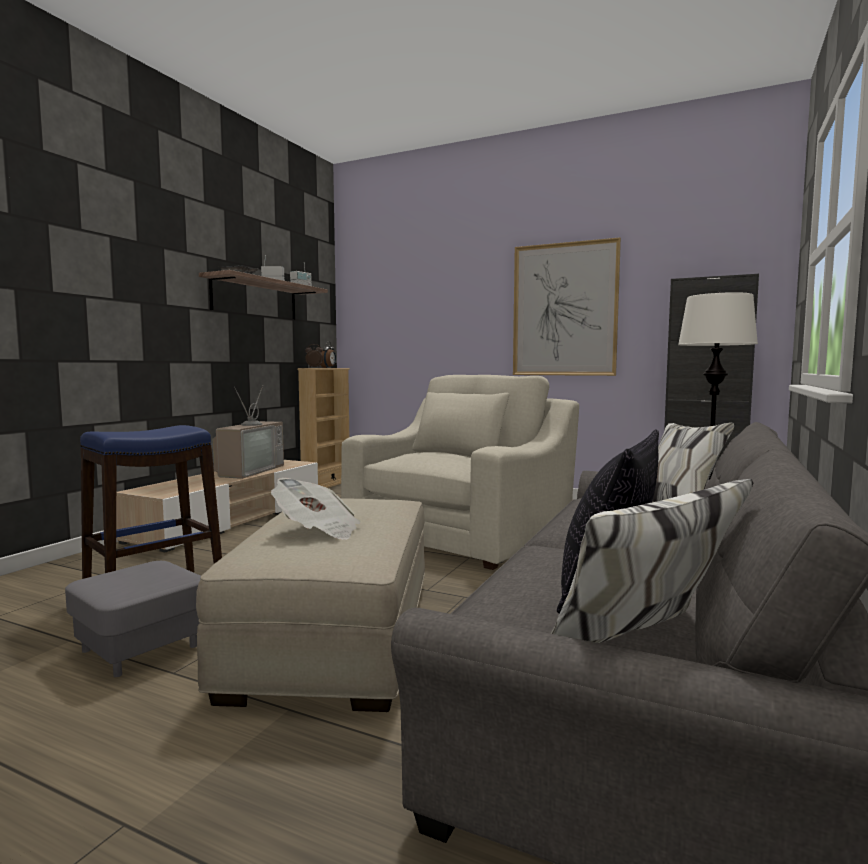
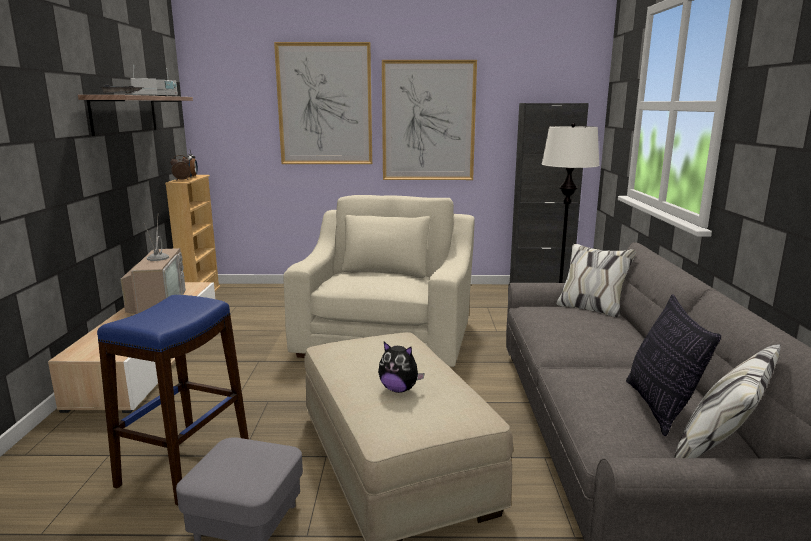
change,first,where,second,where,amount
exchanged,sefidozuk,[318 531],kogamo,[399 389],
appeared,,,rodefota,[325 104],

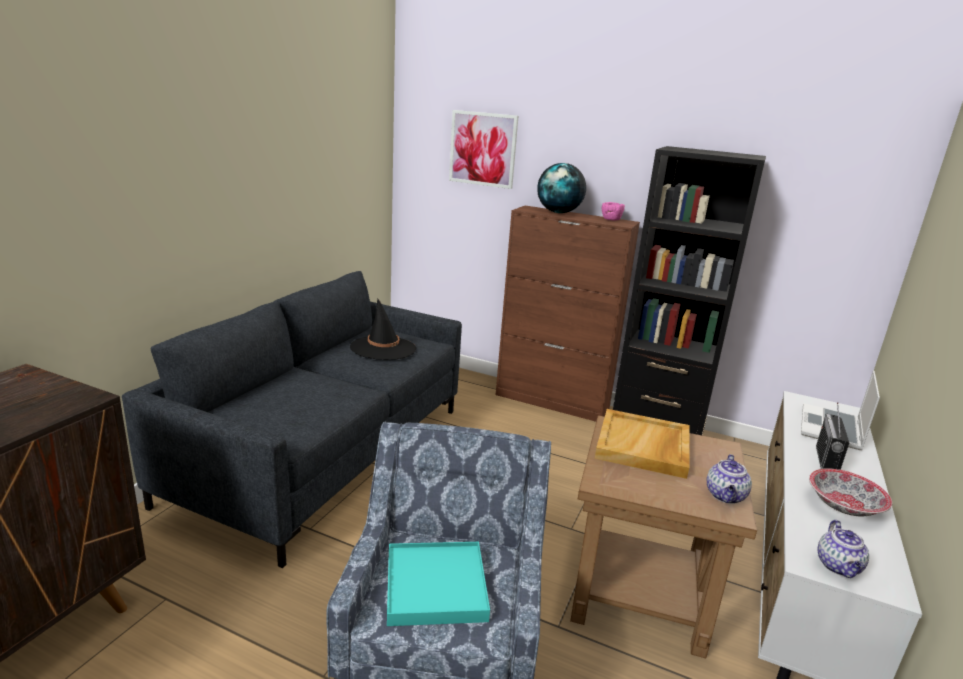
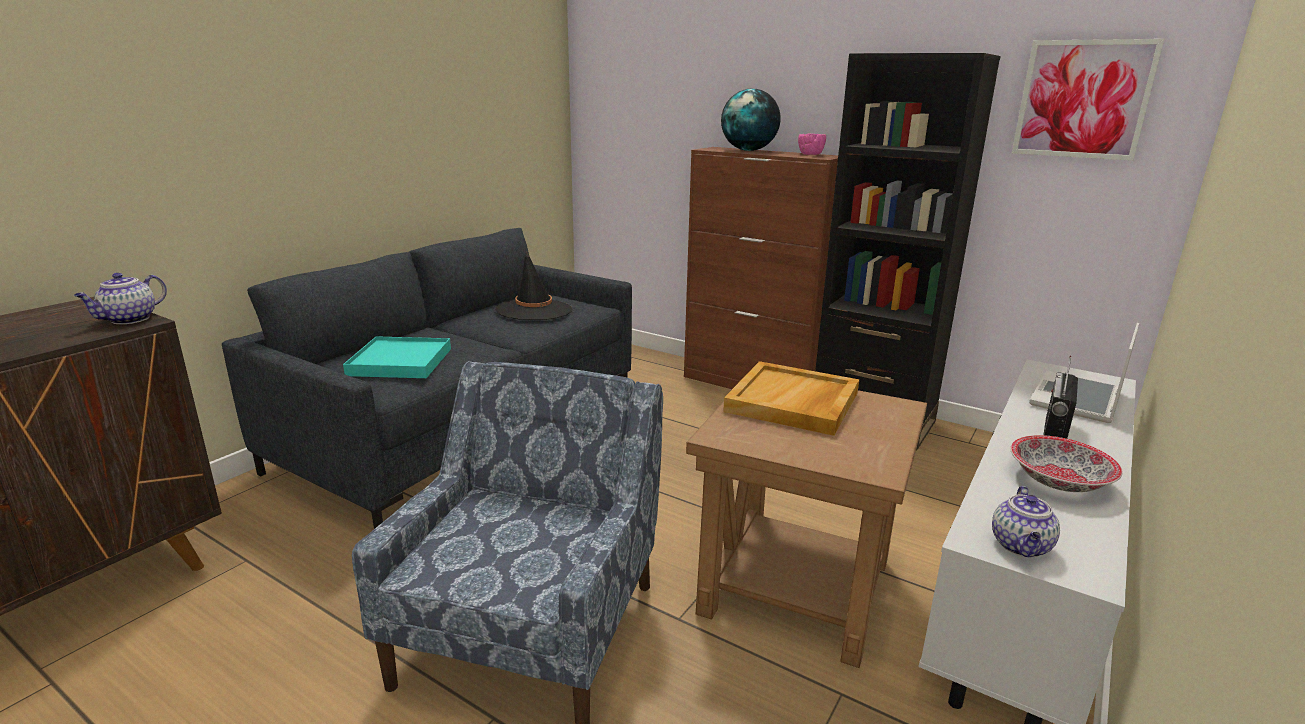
change,first,where,second,where,amount
relocated,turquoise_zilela,[436 586],,[400 362],
relocated,rodefota,[483 149],,[1083 99],
relocated,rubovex,[726 496],,[129 320],

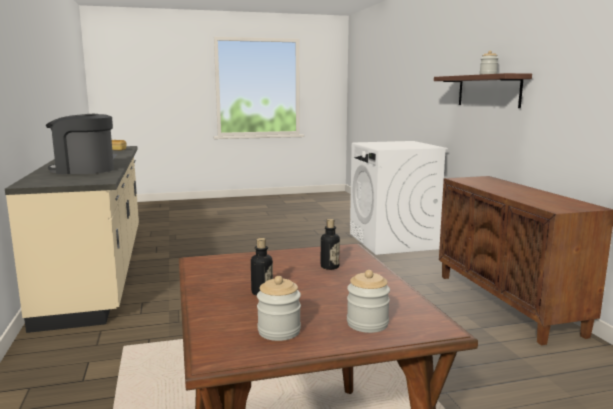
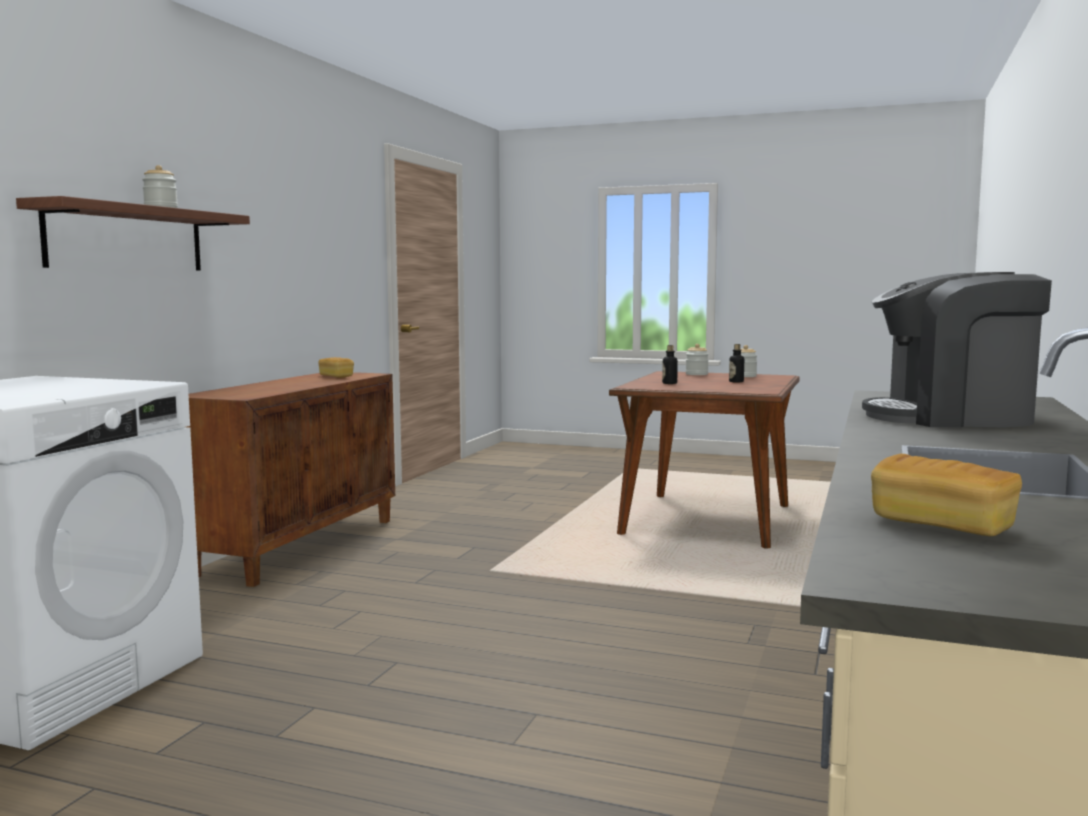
change,first,where,second,where,amount
spun,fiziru,[84 170],,[952 417],150 degrees clockwise
appeared,,,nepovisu,[336 376],

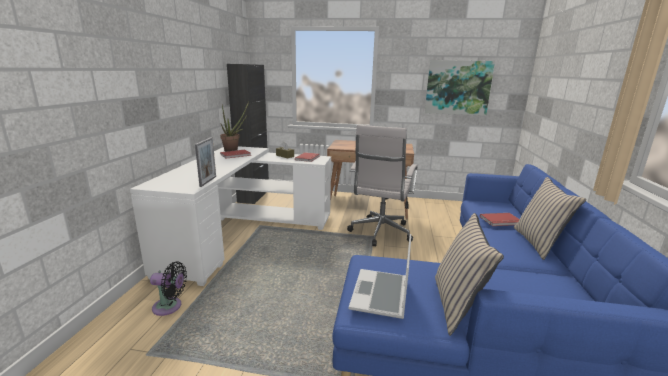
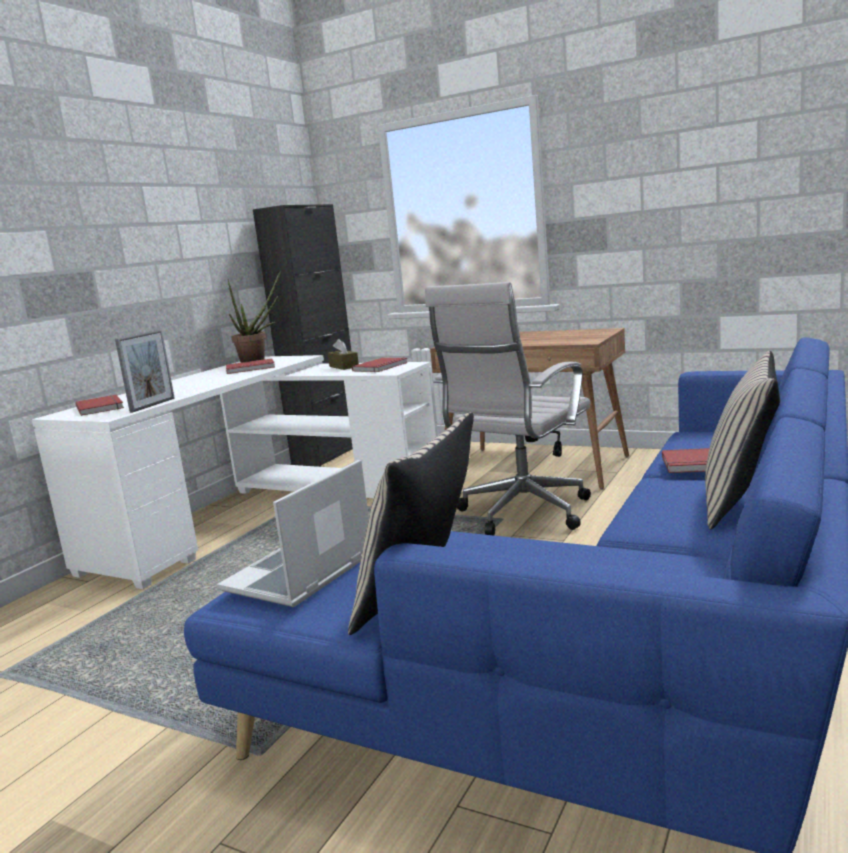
change,first,where,second,where,amount
missing,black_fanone,[170 307],,,
missing,rodefota,[458 87],,,
appeared,,,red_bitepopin,[101 407],

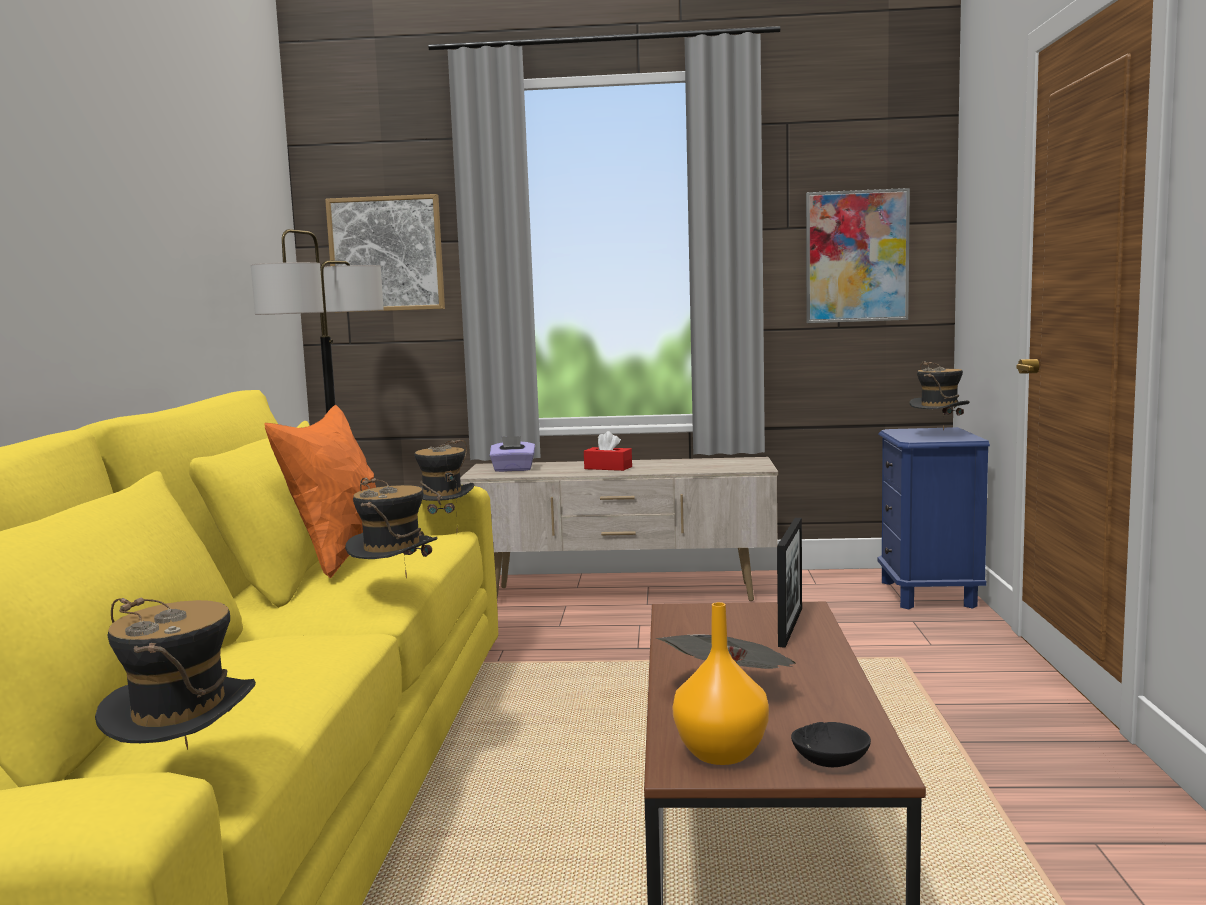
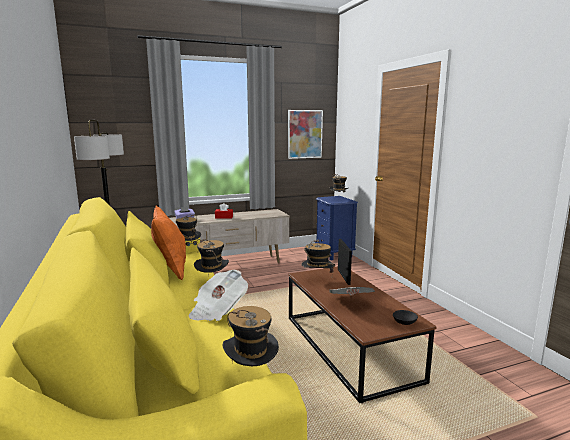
change,first,where,second,where,amount
missing,rodefota,[386 254],,,
missing,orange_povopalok,[719 753],,,
appeared,,,sefidozuk,[217 310],
appeared,,,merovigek,[317 279],

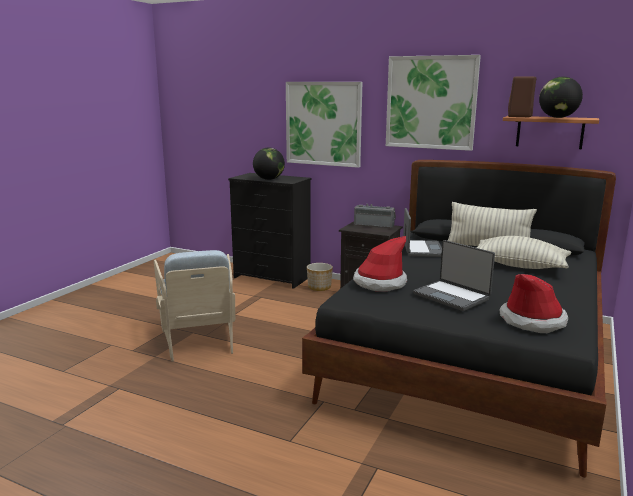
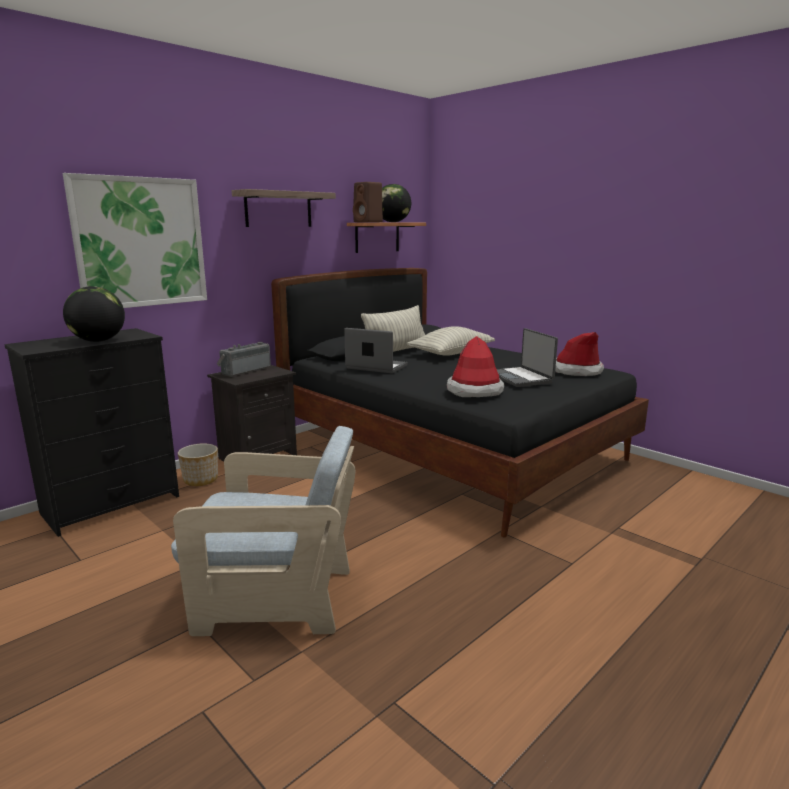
change,first,where,second,where,amount
exchanged,rodefota,[431 102],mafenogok,[278 209],
spun,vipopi,[452 296],,[520 378],90 degrees clockwise

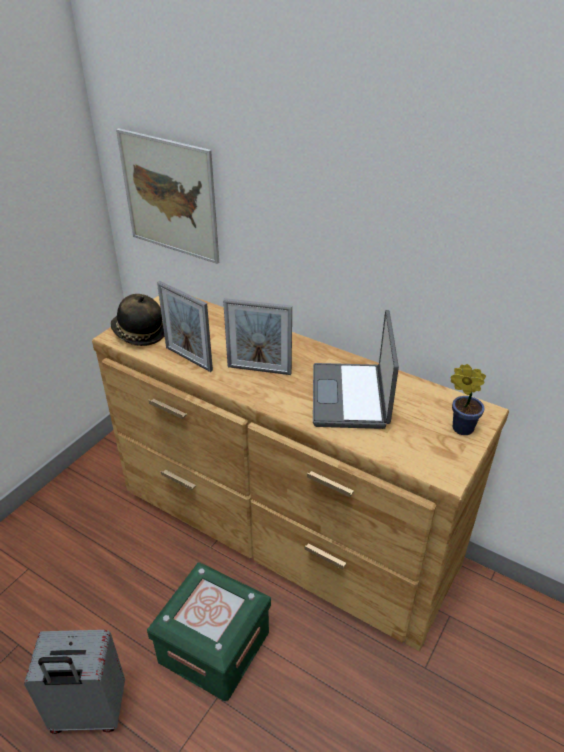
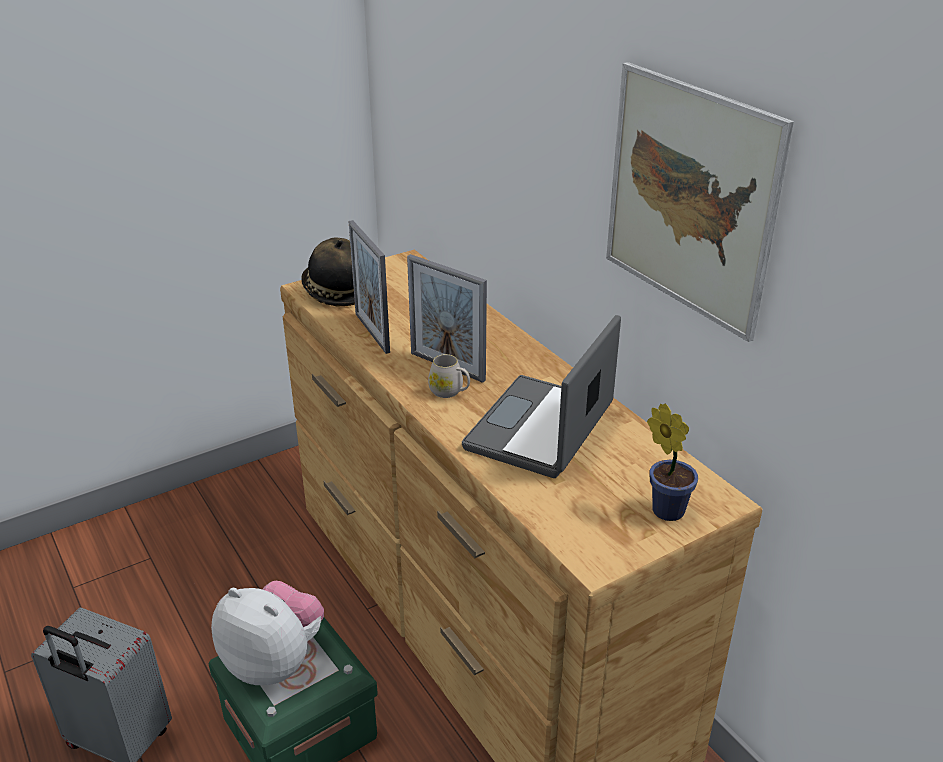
change,first,where,second,where,amount
relocated,rodefota,[169 196],,[689 198],
appeared,,,kogamo,[275 661],
appeared,,,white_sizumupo,[450 392],

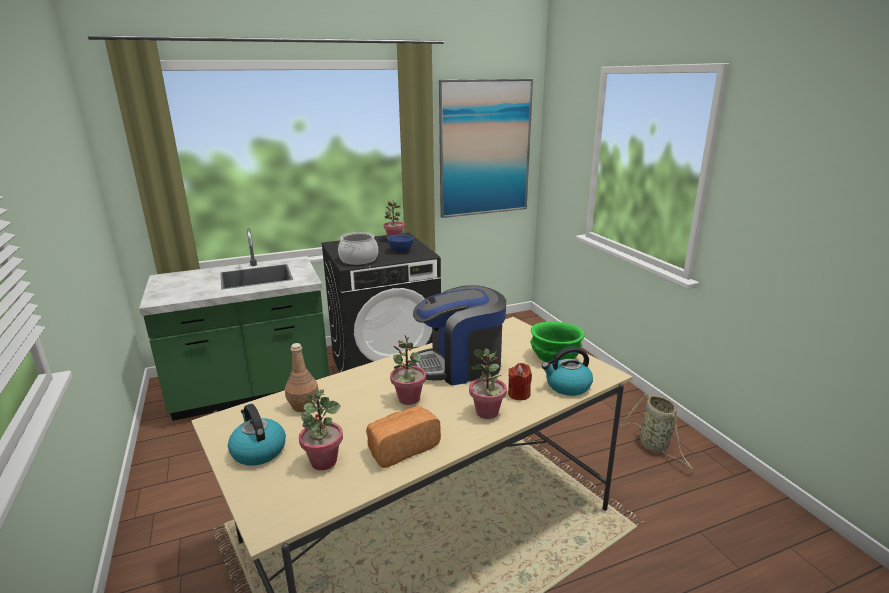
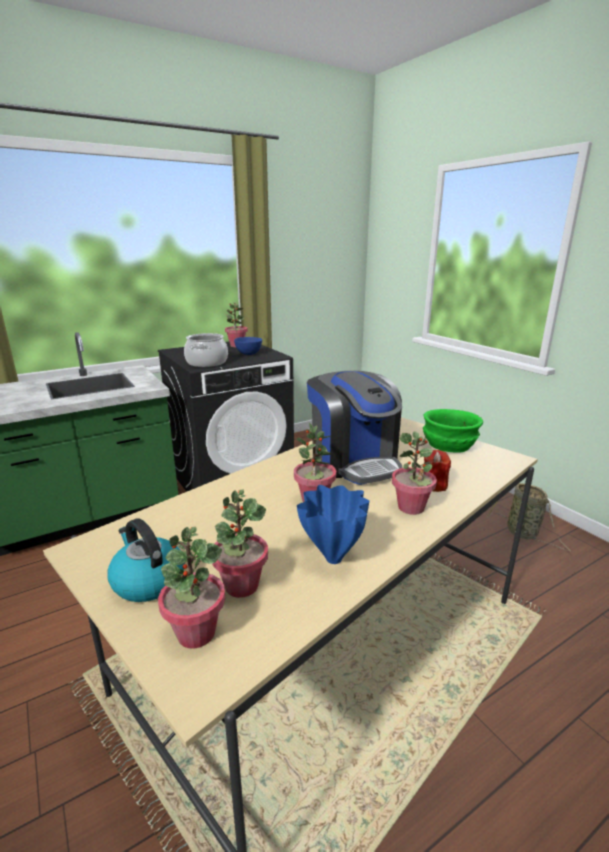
change,first,where,second,where,amount
missing,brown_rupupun,[303 405],,,
exchanged,nepovisu,[401 448],blue_povopalok,[333 558],
spun,fiziru,[460 365],,[354 461],90 degrees counterclockwise
missing,rodefota,[485 148],,,
missing,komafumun,[567 386],,,
appeared,,,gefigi,[196 633],

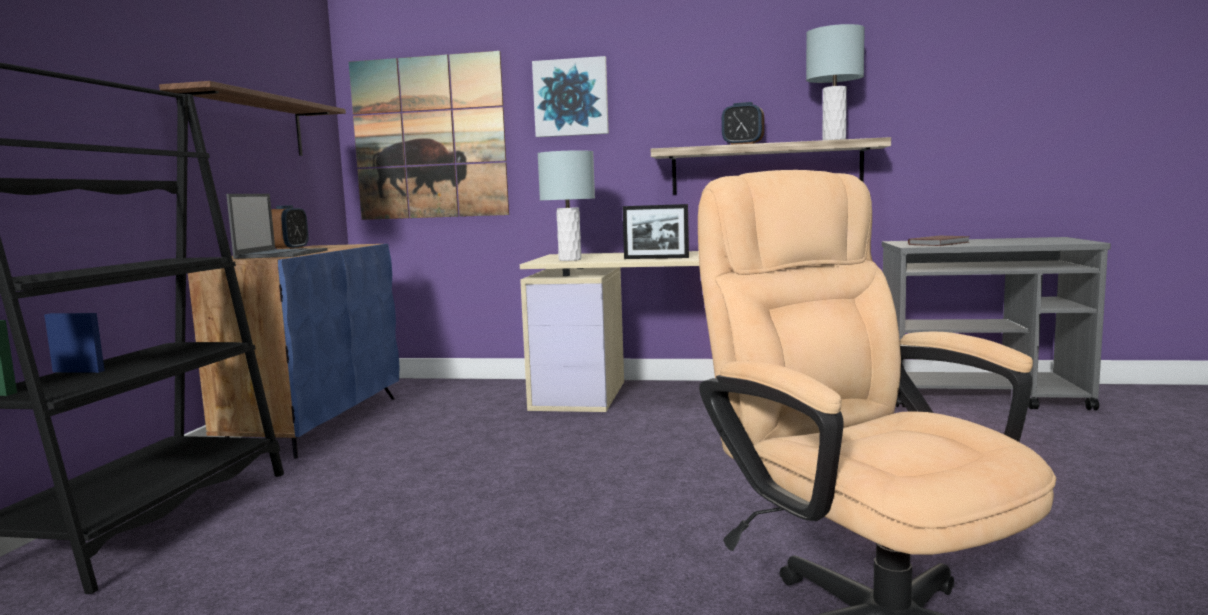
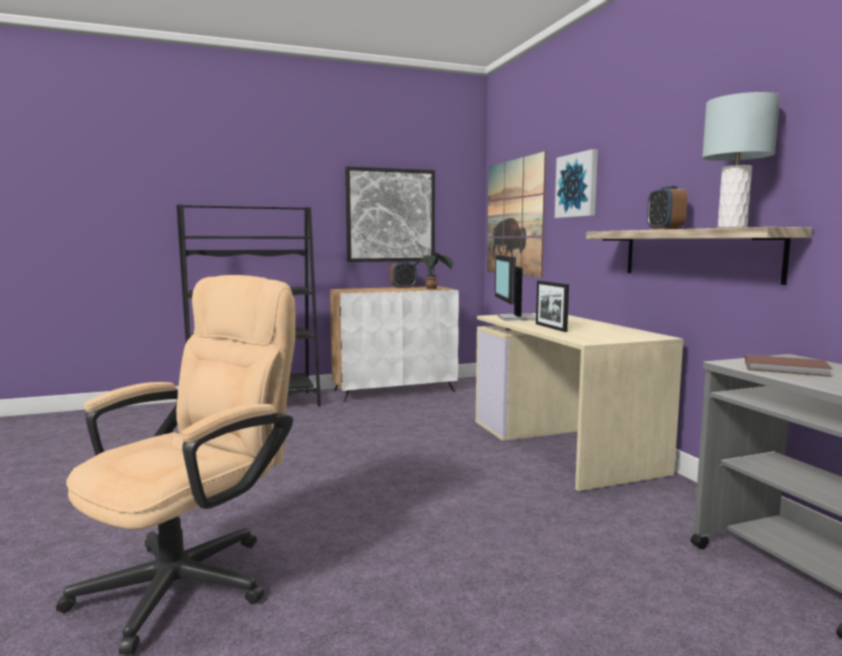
change,first,where,second,where,amount
exchanged,mafenogok,[246 125],rodefota,[390 215],
colour,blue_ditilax,[316 423],white_ditilax,[394 390],
missing,vipopi,[282 254],,,
exchanged,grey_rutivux,[570 259],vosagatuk,[515 318],
appeared,,,gefigi,[432 289],

